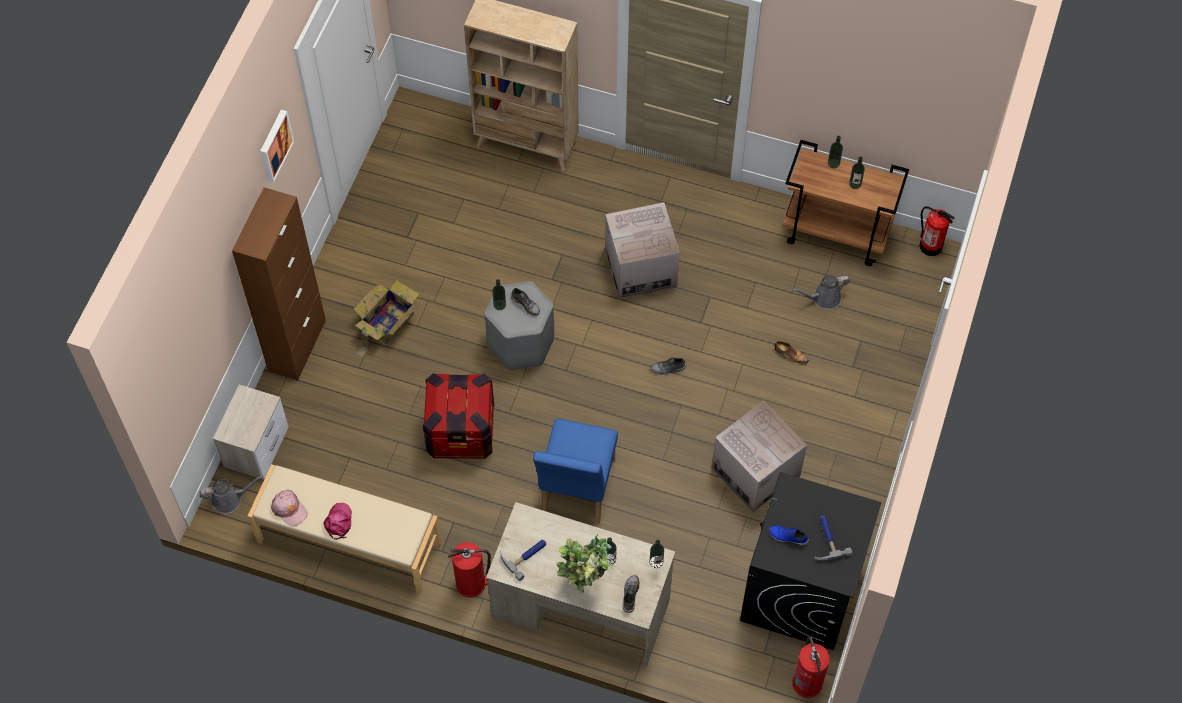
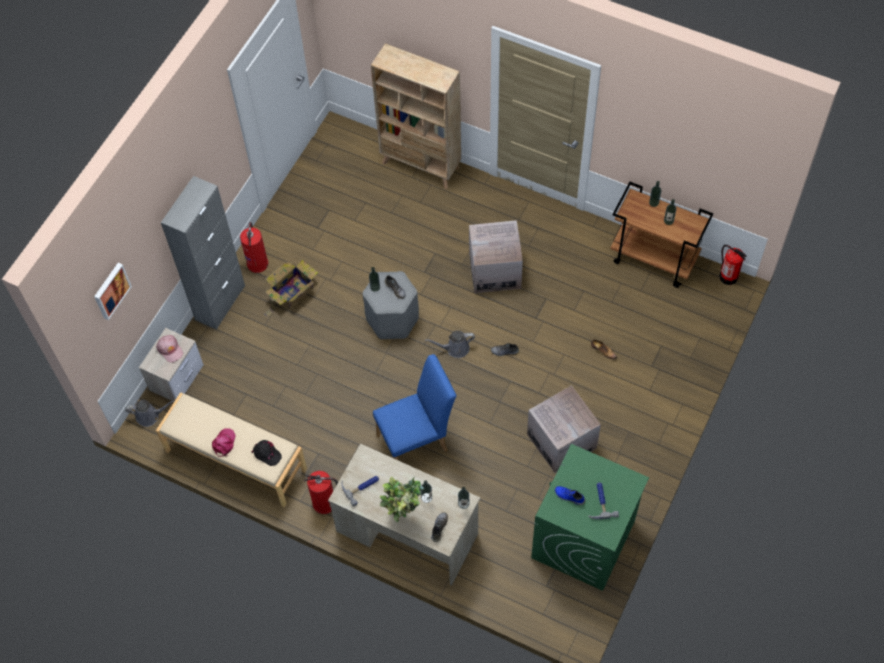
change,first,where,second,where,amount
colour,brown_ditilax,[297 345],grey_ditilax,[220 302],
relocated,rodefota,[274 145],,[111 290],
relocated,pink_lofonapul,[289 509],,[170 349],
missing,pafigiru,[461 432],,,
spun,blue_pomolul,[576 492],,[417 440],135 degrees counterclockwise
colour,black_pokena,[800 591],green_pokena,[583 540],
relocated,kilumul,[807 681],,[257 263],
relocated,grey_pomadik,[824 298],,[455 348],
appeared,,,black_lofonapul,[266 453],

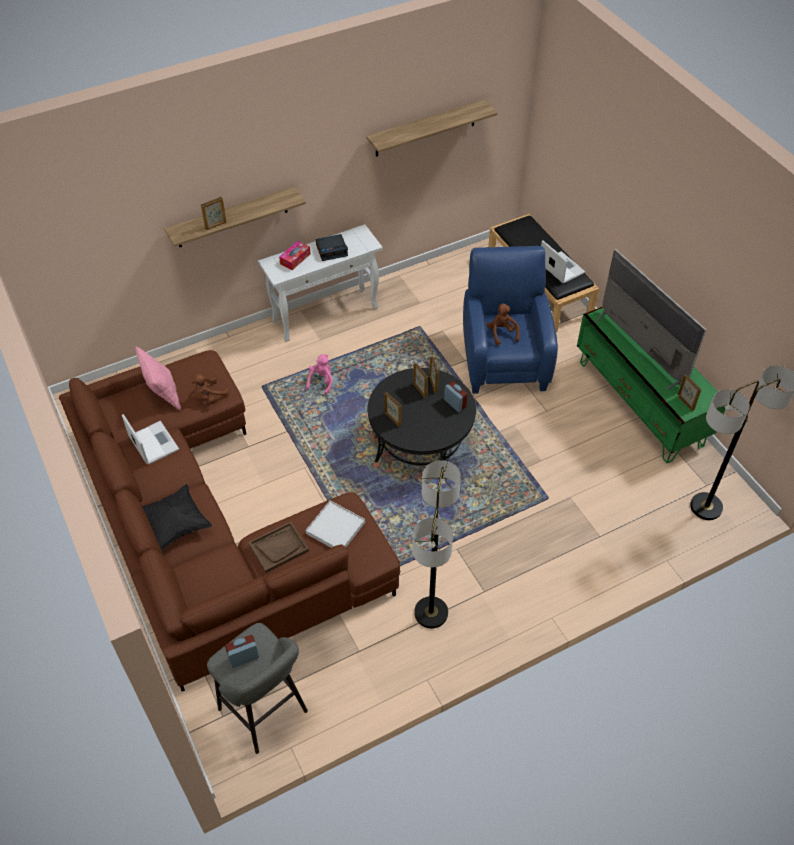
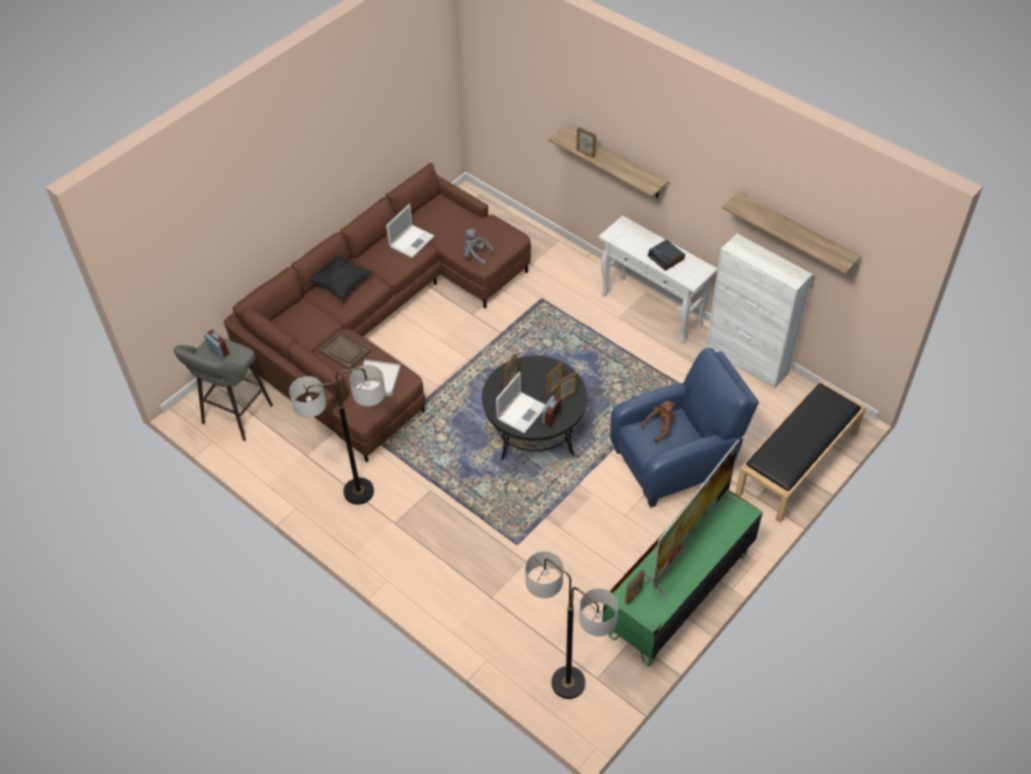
change,first,where,second,where,amount
missing,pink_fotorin,[163 395],,,
colour,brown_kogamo,[209 397],grey_kogamo,[475 255],
missing,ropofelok,[295 259],,,
missing,pink_kogamo,[321 382],,,
relocated,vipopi,[560 267],,[522 412],
appeared,,,white_ditilax,[747 361],

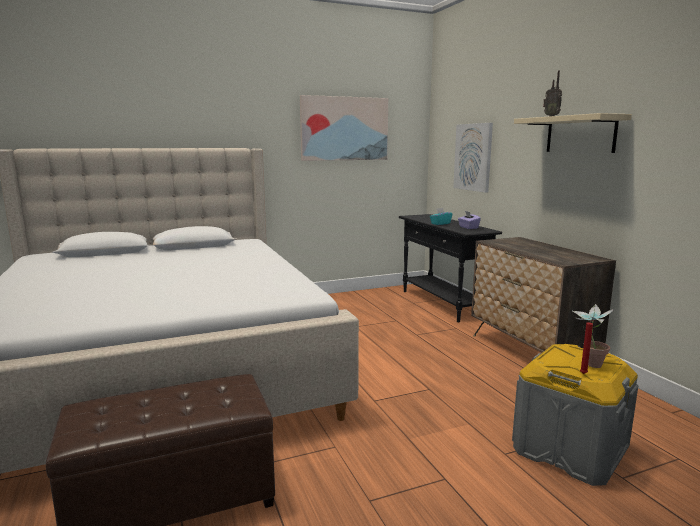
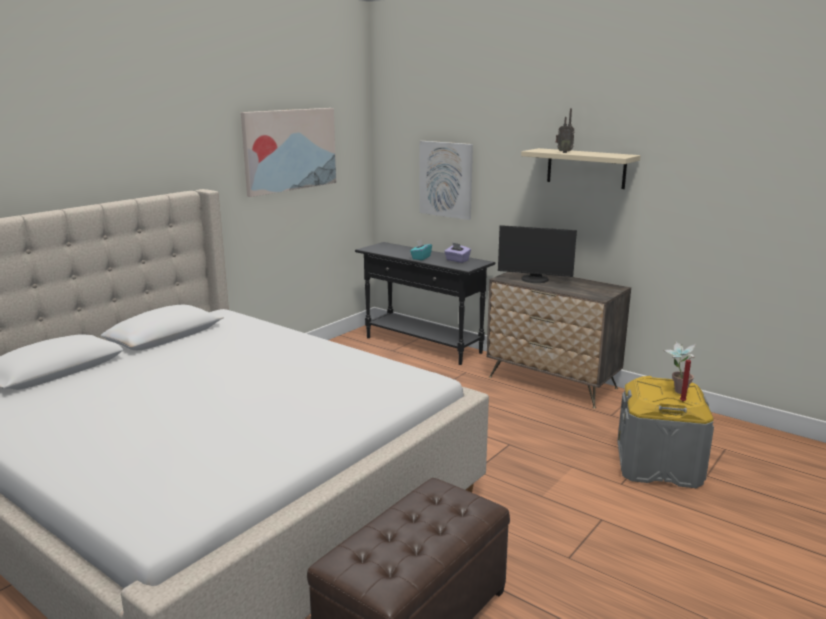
change,first,where,second,where,amount
appeared,,,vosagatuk,[534 280],

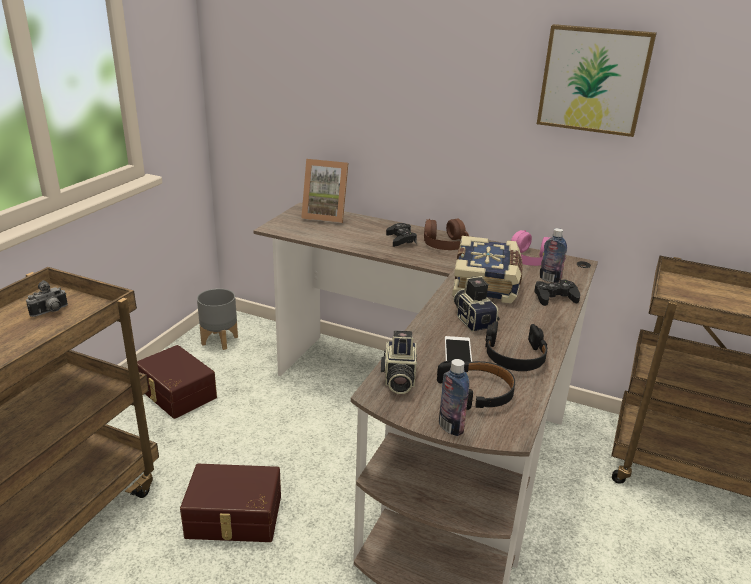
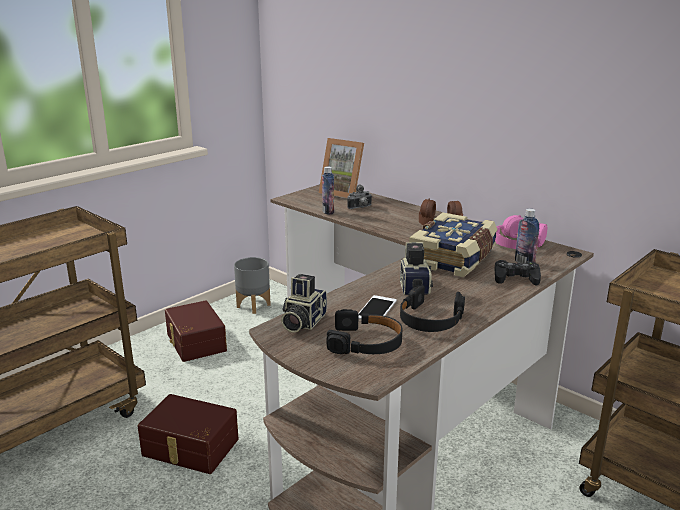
change,first,where,second,where,amount
relocated,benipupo,[50 312],,[360 208],
missing,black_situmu,[401 239],,,
relocated,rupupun,[450 427],,[328 212],
missing,rodefota,[594 79],,,

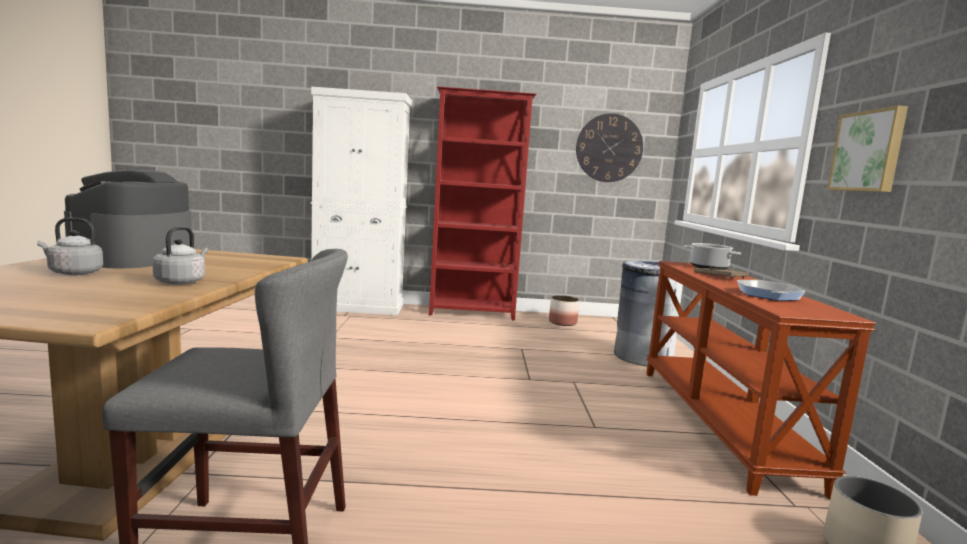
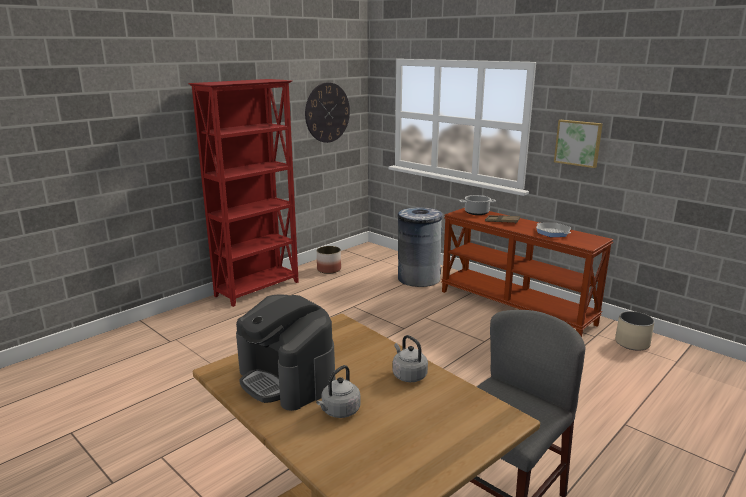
change,first,where,second,where,amount
missing,white_ditilax,[358 307],,,

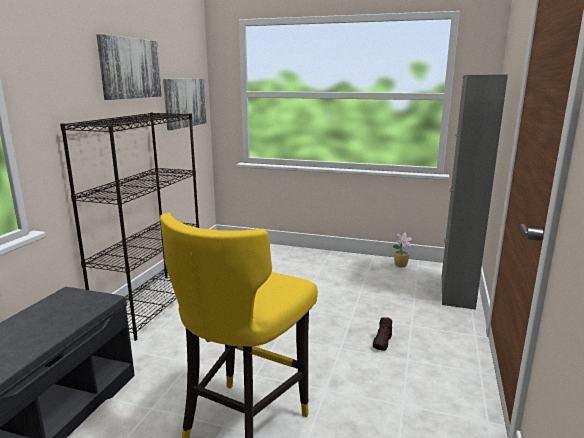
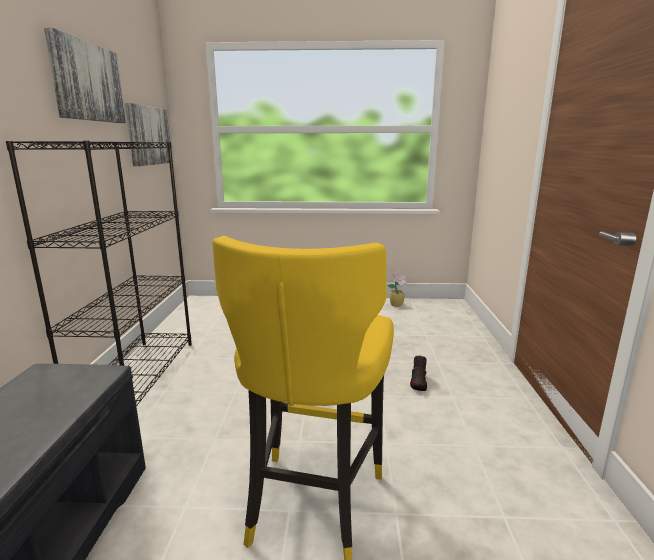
change,first,where,second,where,amount
missing,grey_ditilax,[457 291],,,

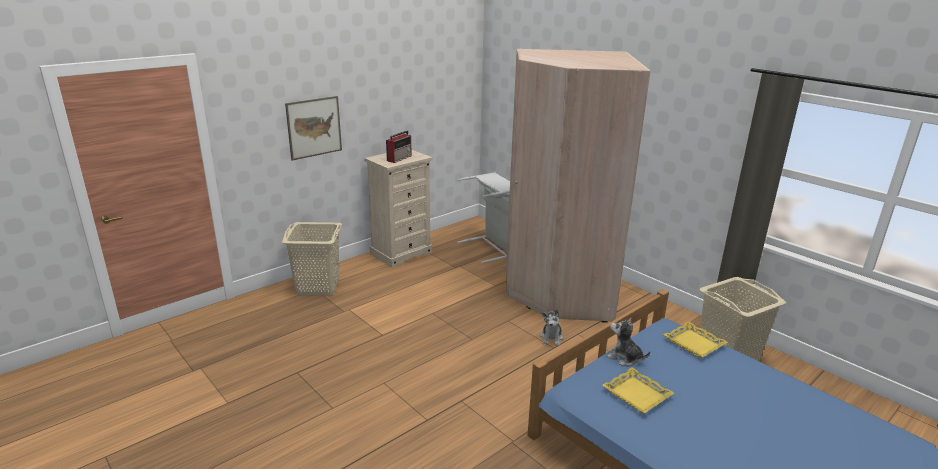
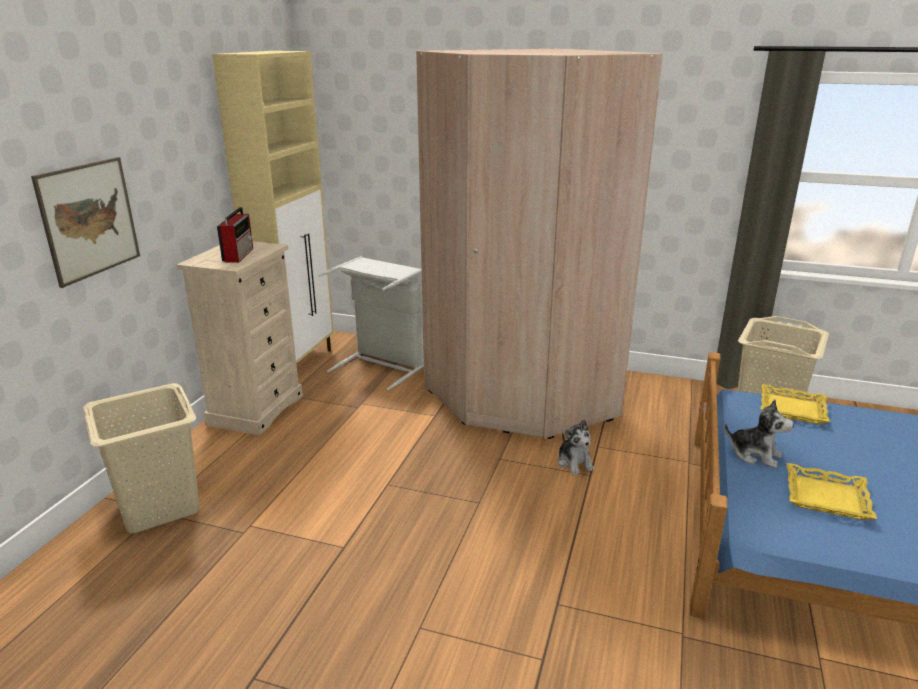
change,first,where,second,where,amount
spun,kogamo,[625 358],,[755 454],150 degrees counterclockwise
appeared,,,beige_ditilax,[298 364],

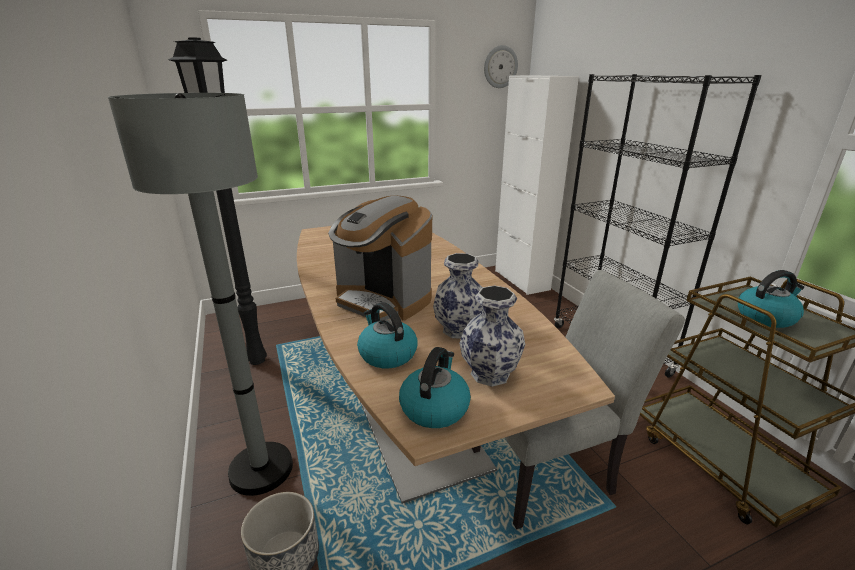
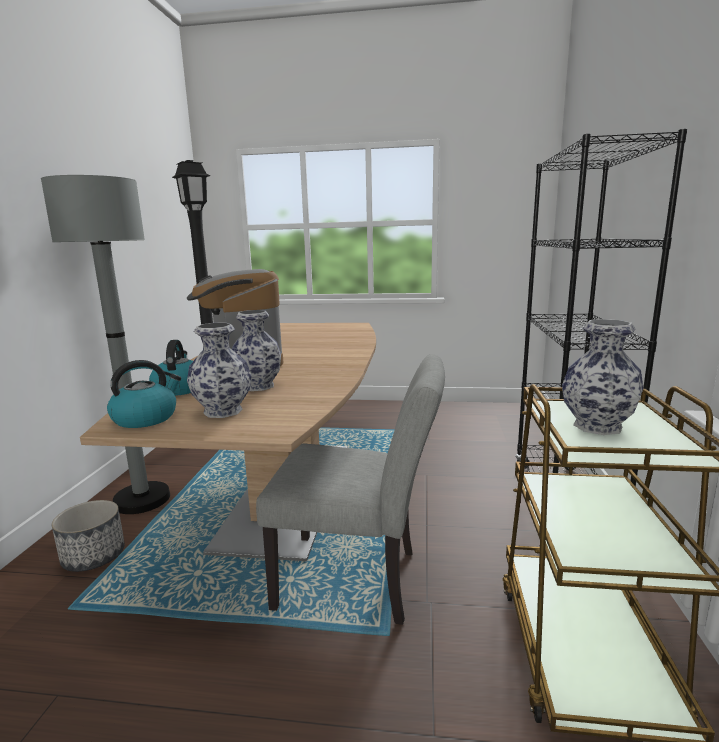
change,first,where,second,where,amount
missing,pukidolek,[500 67],,,
missing,white_ditilax,[521 280],,,
exchanged,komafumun,[766 317],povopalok,[596 425],

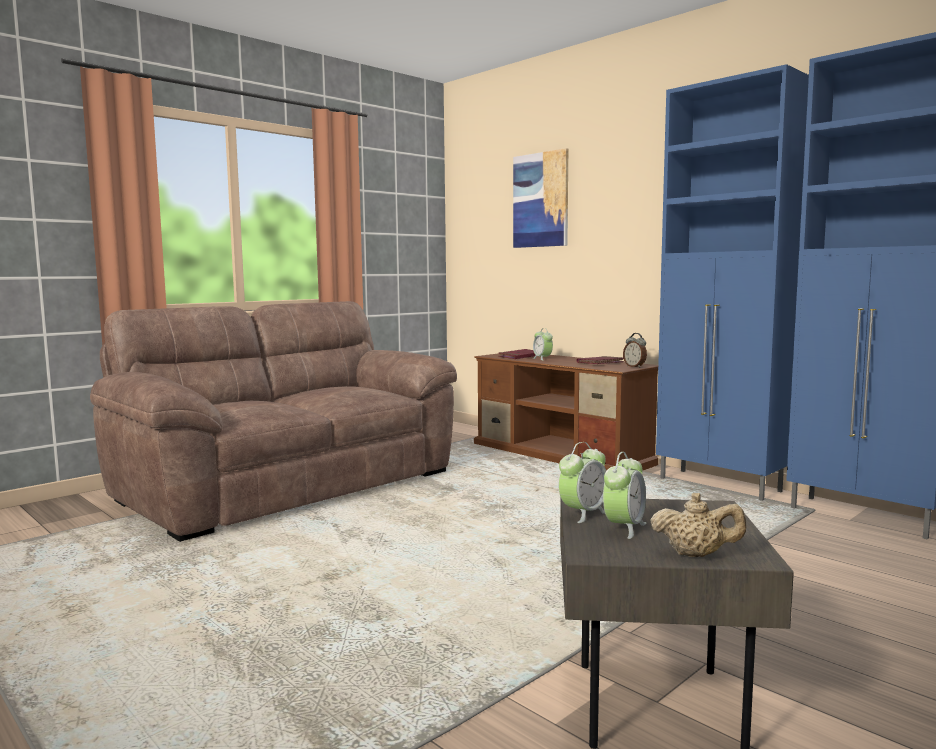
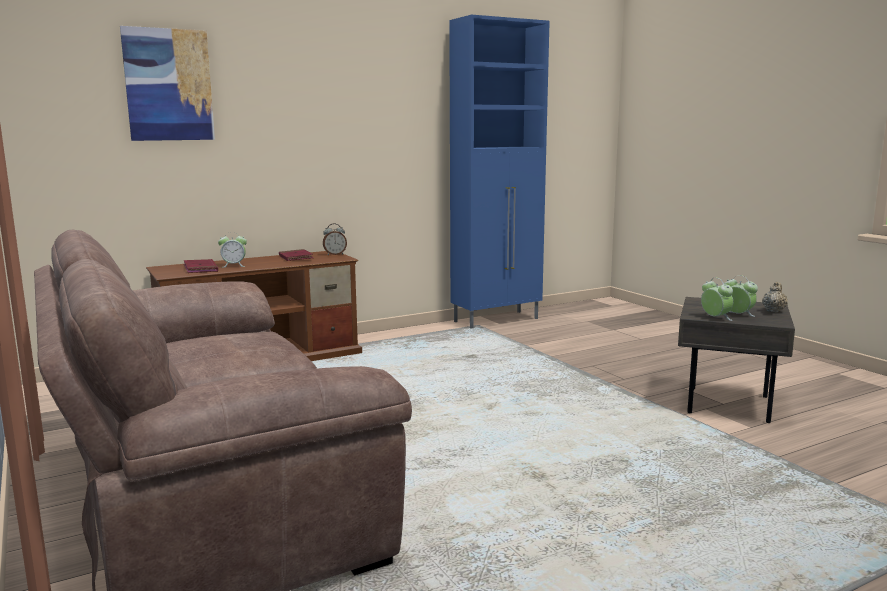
change,first,where,second,where,amount
missing,blue_ditilax,[720 485],,,

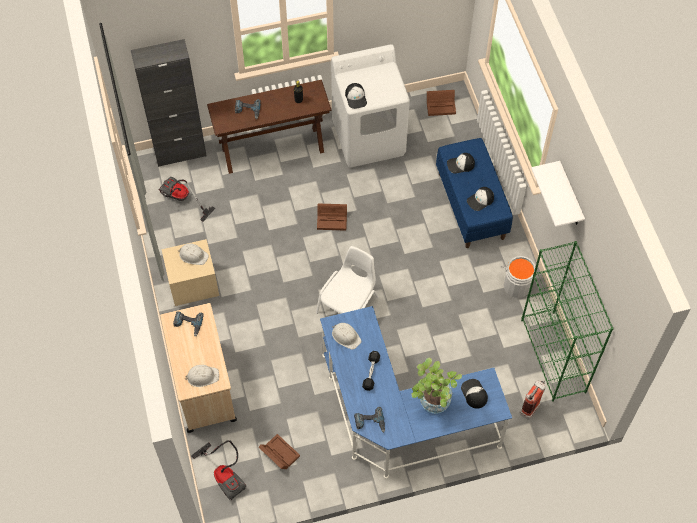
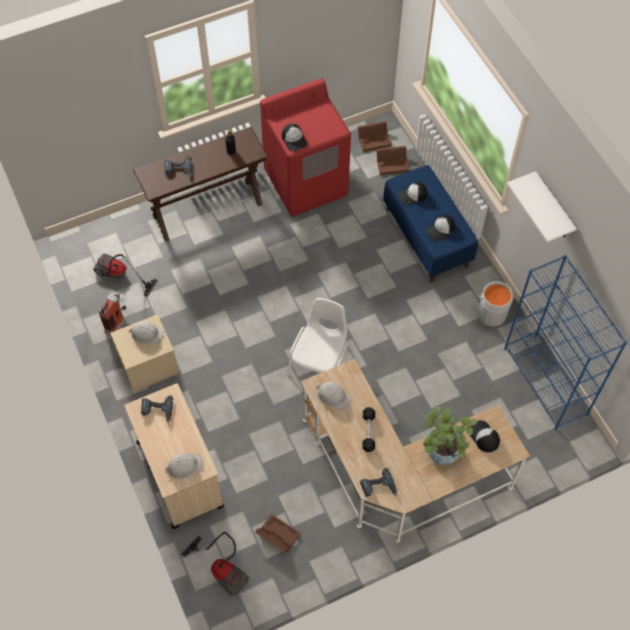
change,first,where,second,where,amount
missing,black_ditilax,[180 152],,,
relocated,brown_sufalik,[333 220],,[393 164],
colour,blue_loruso,[399 418],beige_loruso,[398 475],
colour,white_pokena,[369 138],red_pokena,[306 183],
relocated,kilumul,[532 406],,[118 324],
colour,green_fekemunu,[553 356],blue_fekemunu,[546 381],

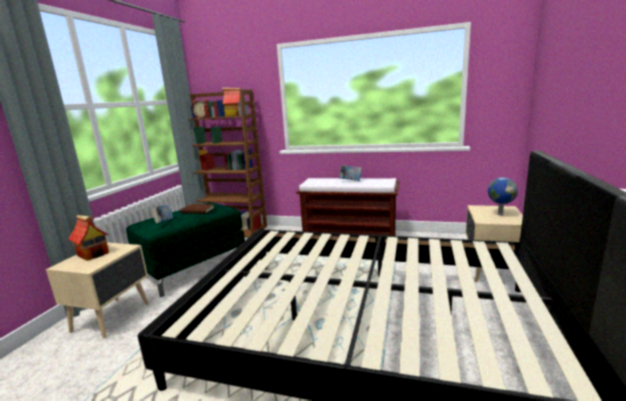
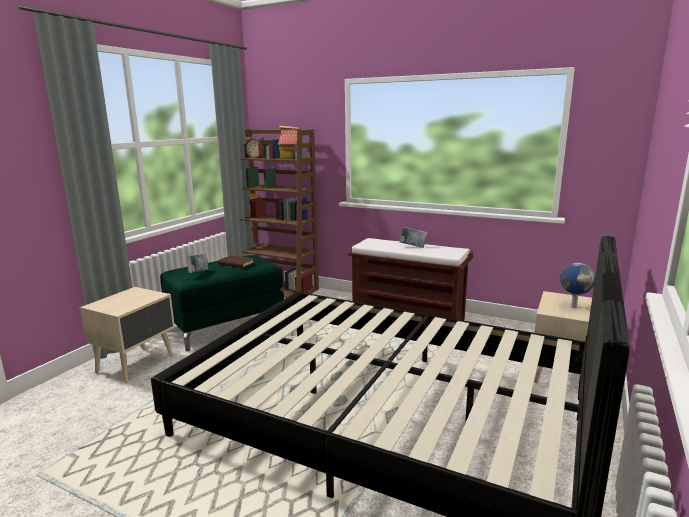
change,first,where,second,where,amount
missing,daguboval,[94 254],,,

